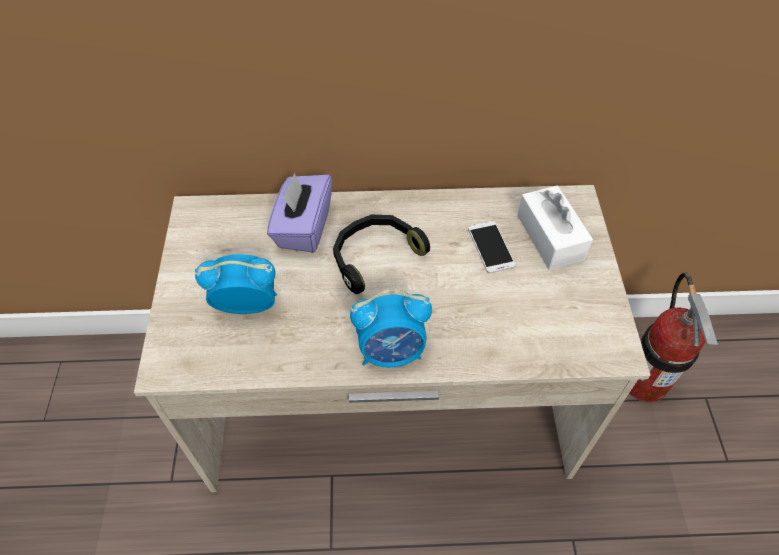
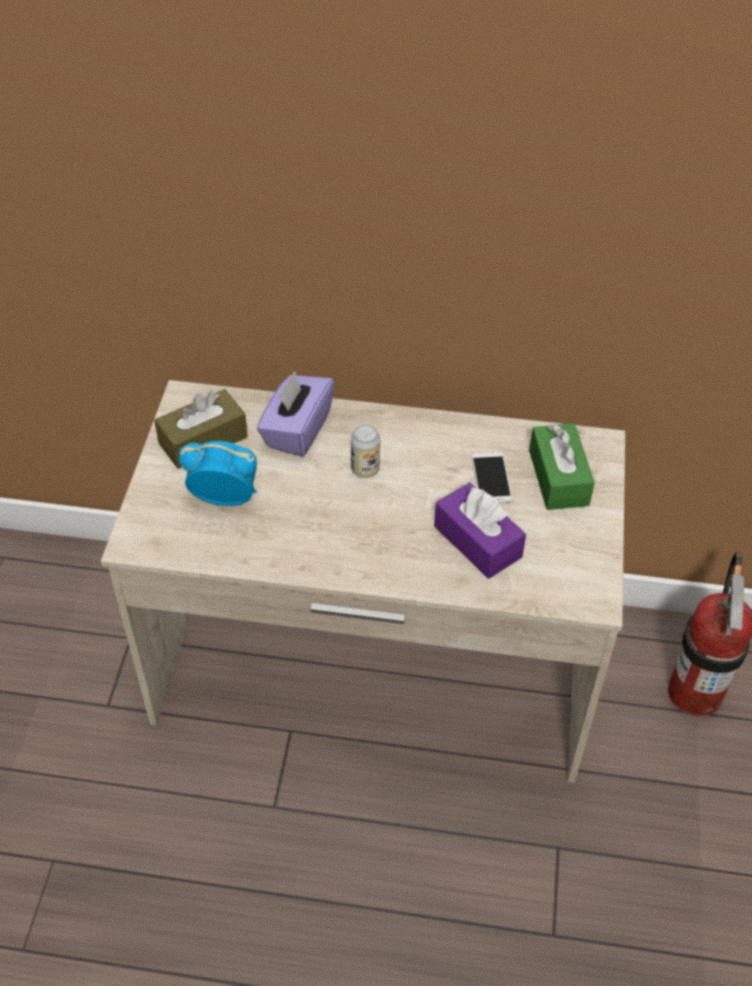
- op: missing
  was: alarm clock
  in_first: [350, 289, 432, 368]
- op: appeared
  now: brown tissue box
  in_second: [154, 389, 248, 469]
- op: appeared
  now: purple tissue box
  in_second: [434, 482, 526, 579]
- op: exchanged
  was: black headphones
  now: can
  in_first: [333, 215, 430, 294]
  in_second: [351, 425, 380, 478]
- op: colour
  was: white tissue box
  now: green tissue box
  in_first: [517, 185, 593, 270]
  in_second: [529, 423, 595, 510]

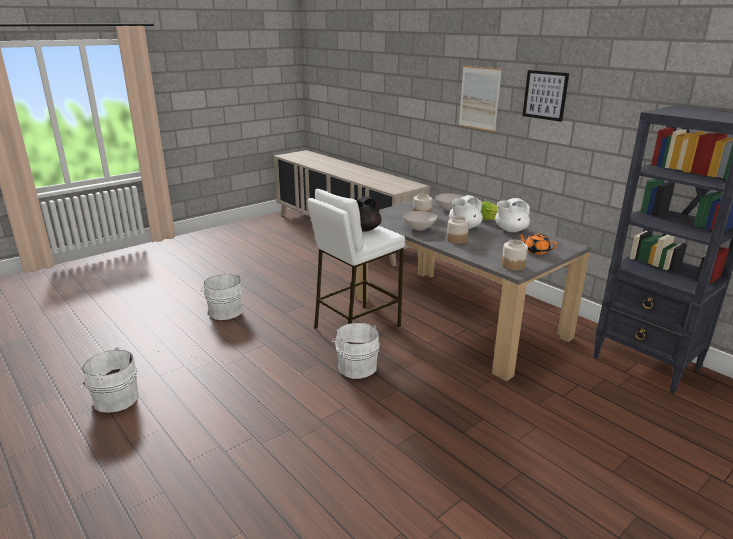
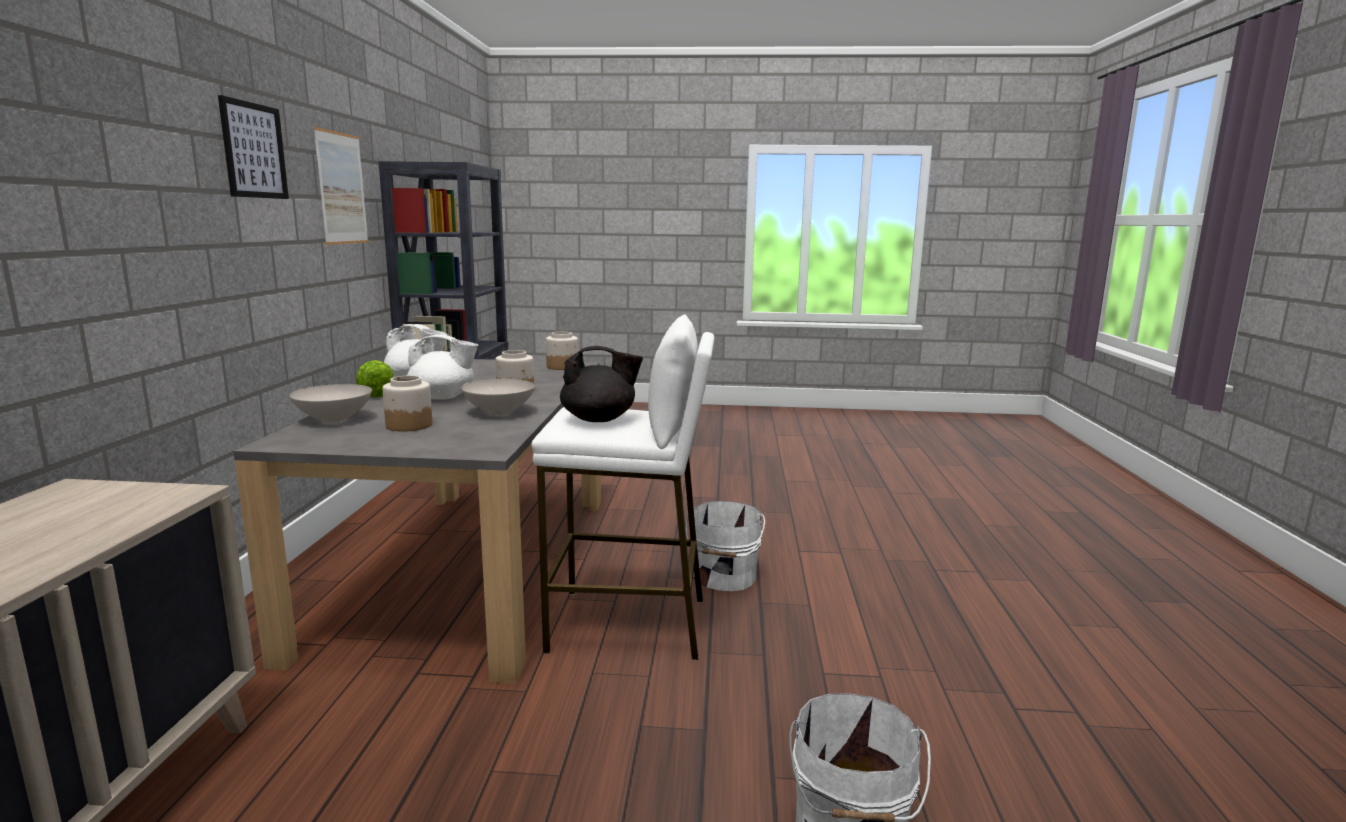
- op: missing
  was: white bucket
  in_first: [81, 347, 139, 413]
- op: missing
  was: orange teapot
  in_first: [518, 233, 557, 255]
- op: relocated
  was: picture
  in_first: [459, 66, 502, 132]
  in_second: [313, 127, 369, 245]

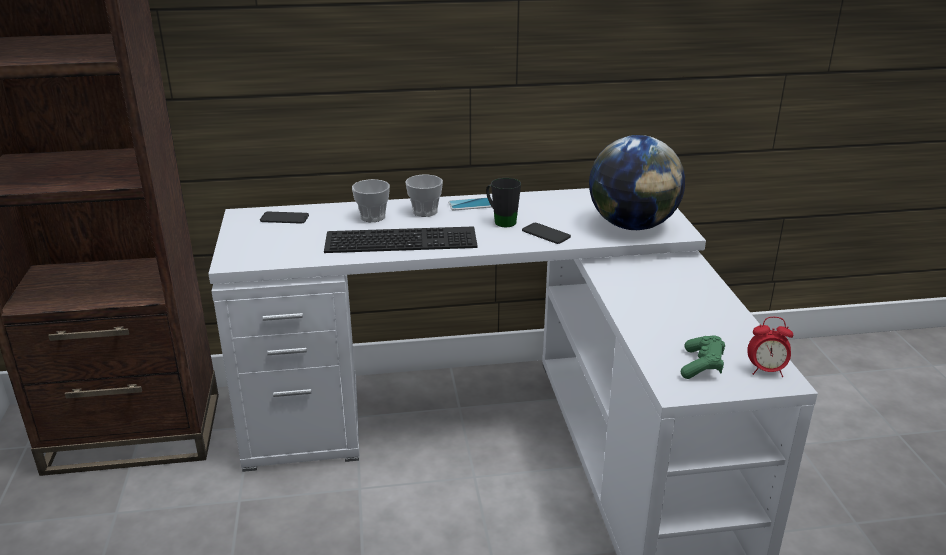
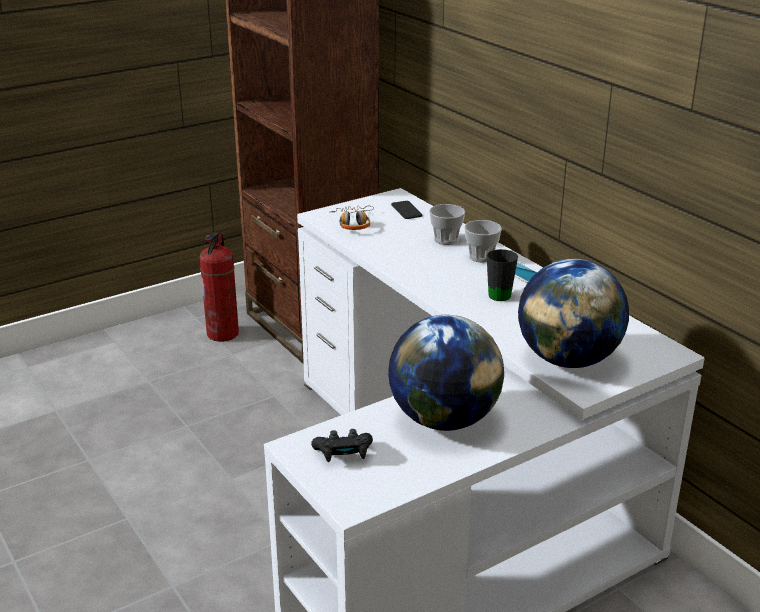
- op: missing
  was: keyboard
  in_first: [324, 226, 478, 253]
- op: missing
  was: phone
  in_first: [522, 223, 571, 244]
- op: missing
  was: alarm clock
  in_first: [747, 317, 793, 377]
- op: appeared
  now: fire extinguisher
  in_second: [200, 233, 239, 342]
- op: appeared
  now: headphones
  in_second: [332, 206, 374, 230]
- op: appeared
  now: globe
  in_second: [388, 315, 504, 431]
- op: colour
  was: green game controller
  now: black game controller
  in_first: [681, 335, 725, 379]
  in_second: [311, 429, 373, 462]

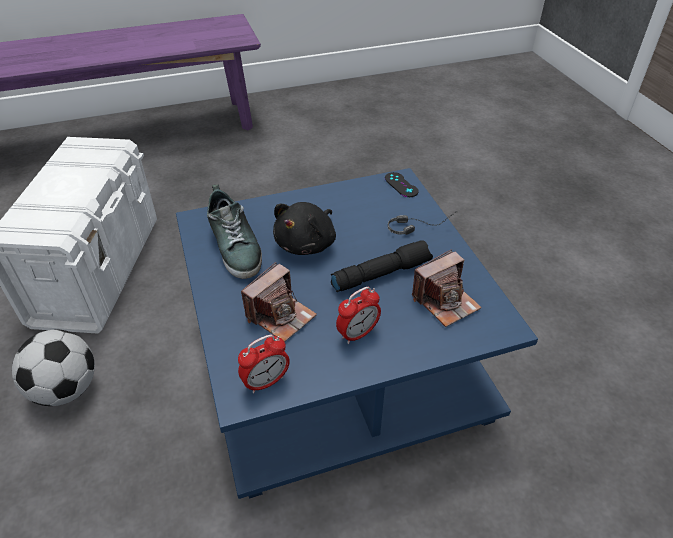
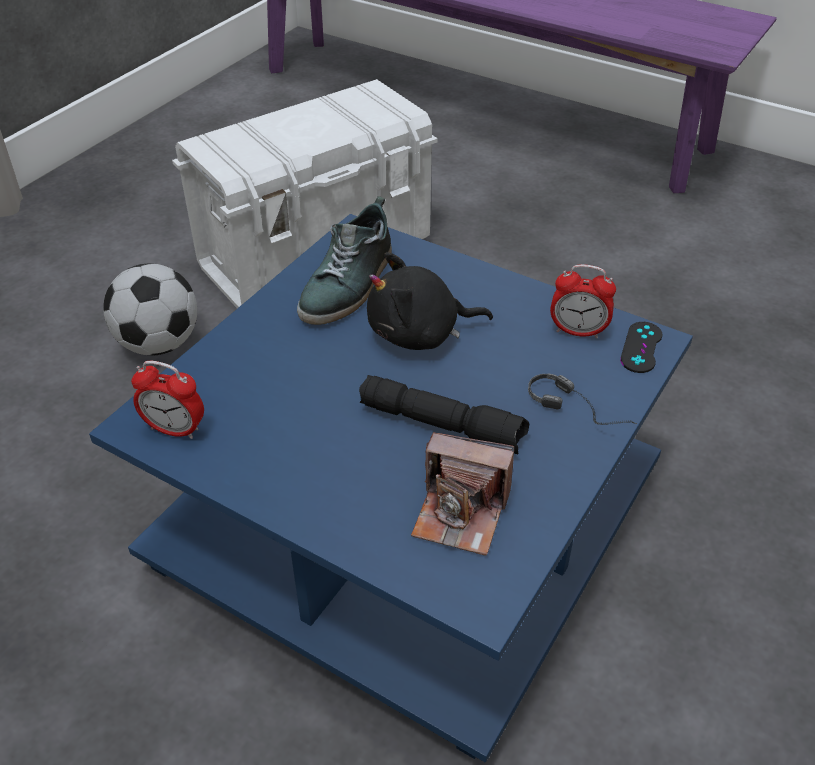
- op: missing
  was: photo camera
  in_first: [241, 262, 317, 342]
- op: relocated
  was: alarm clock
  in_first: [336, 287, 381, 344]
  in_second: [550, 264, 616, 338]

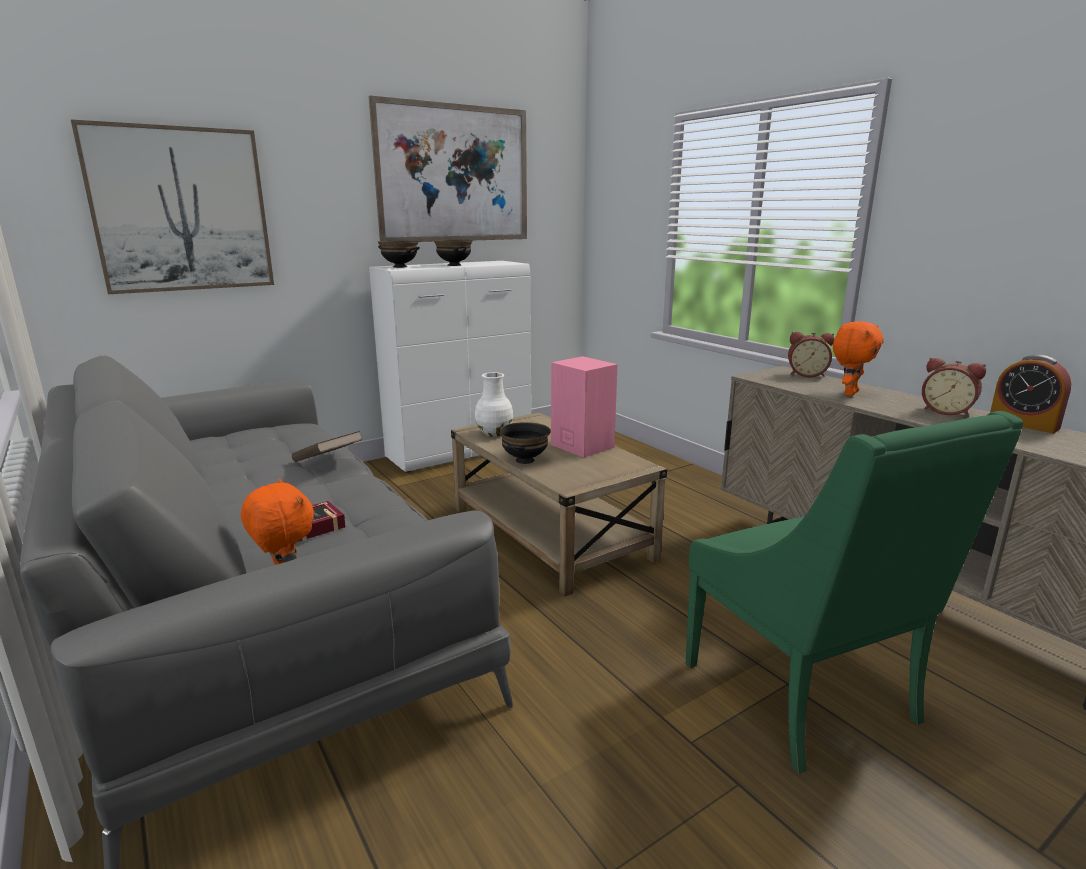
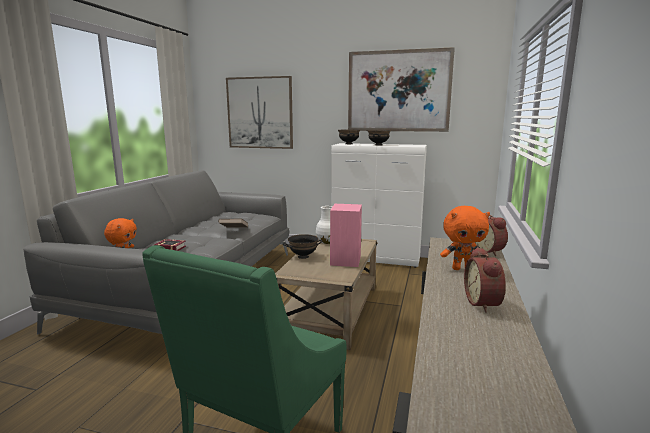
- op: missing
  was: alarm clock
  in_first: [990, 355, 1071, 433]

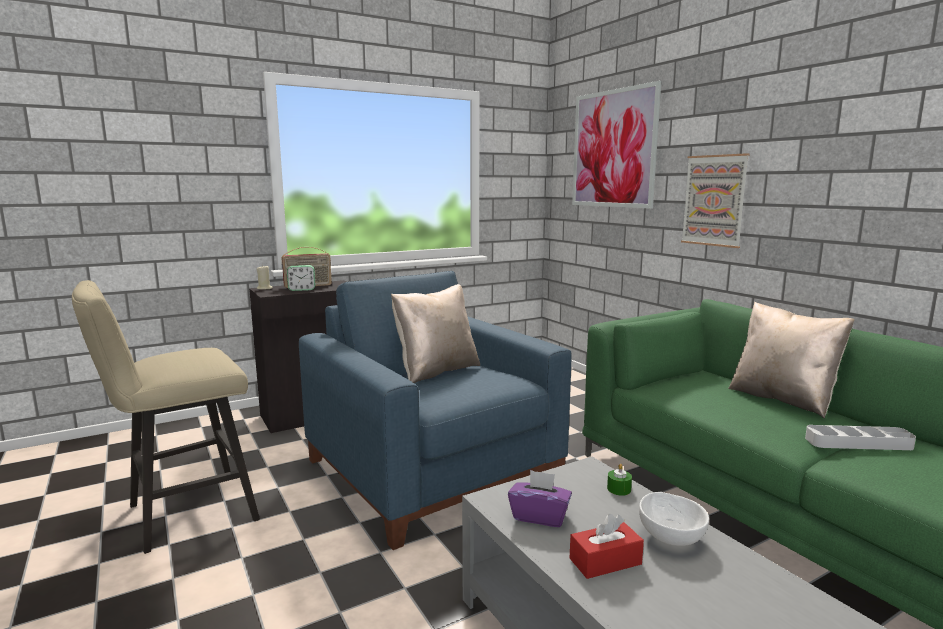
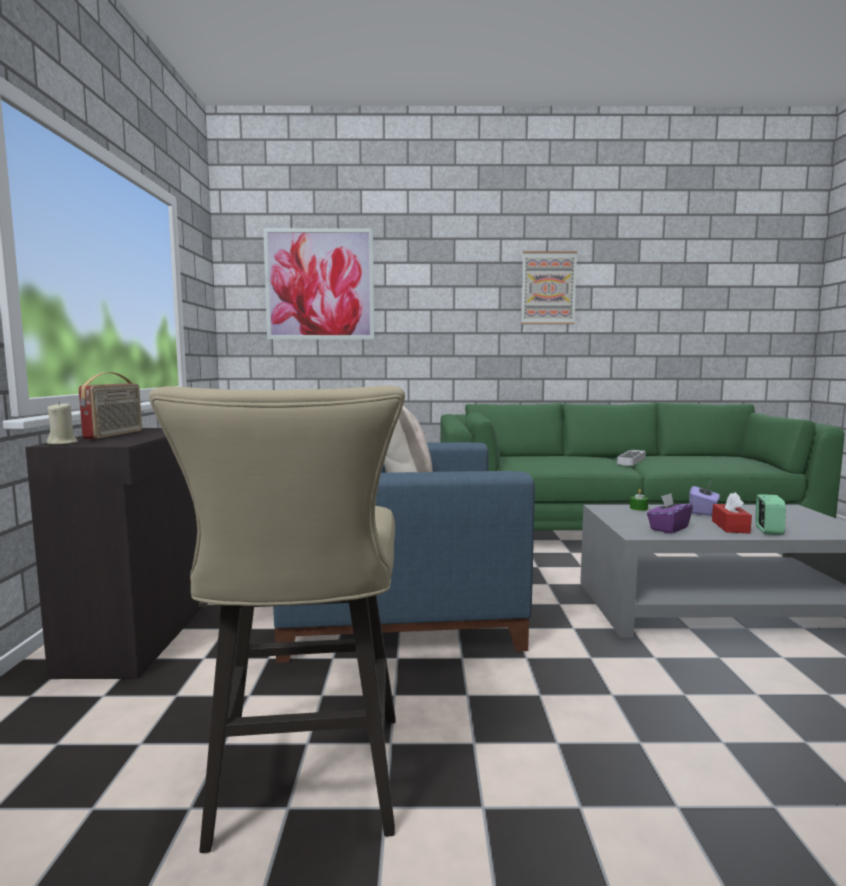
- op: missing
  was: beige pillow
  in_first: [729, 302, 855, 418]
- op: relocated
  was: alarm clock
  in_first: [287, 265, 315, 291]
  in_second: [755, 495, 786, 535]
- op: relocated
  was: picture
  in_first: [681, 153, 750, 248]
  in_second: [521, 251, 577, 324]
- op: exchanged
  was: white bowl
  now: purple tissue box
  in_first: [639, 492, 709, 546]
  in_second: [689, 482, 720, 516]

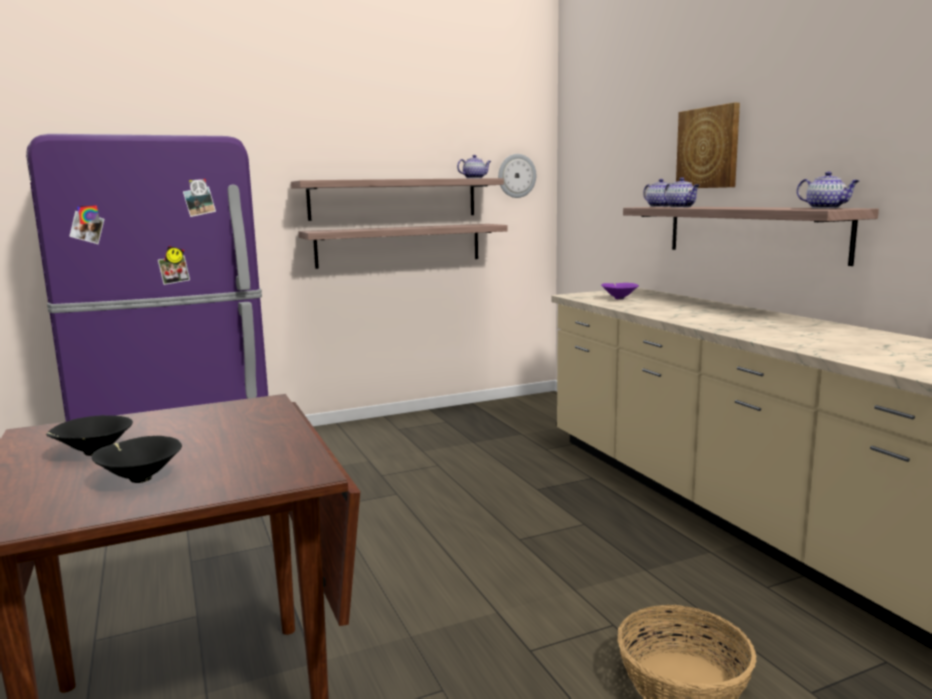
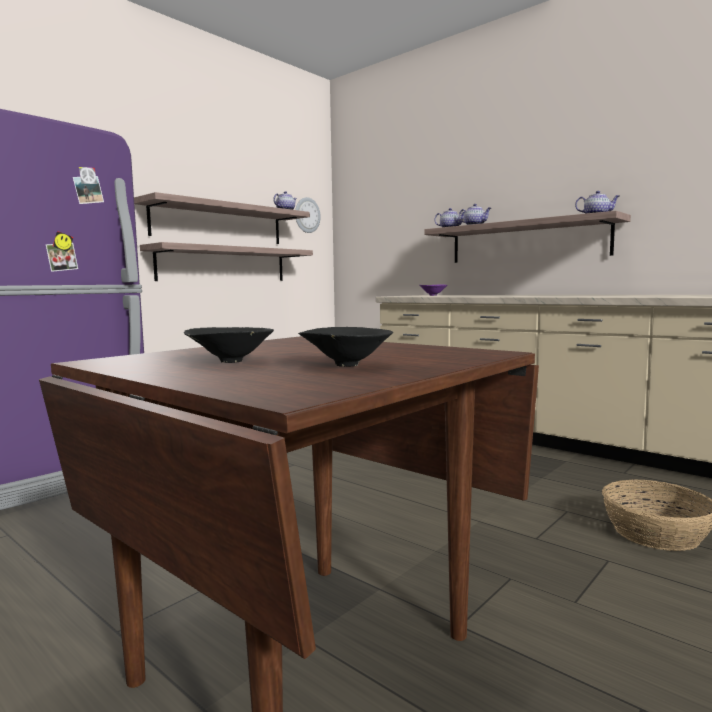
- op: missing
  was: picture
  in_first: [676, 103, 740, 188]

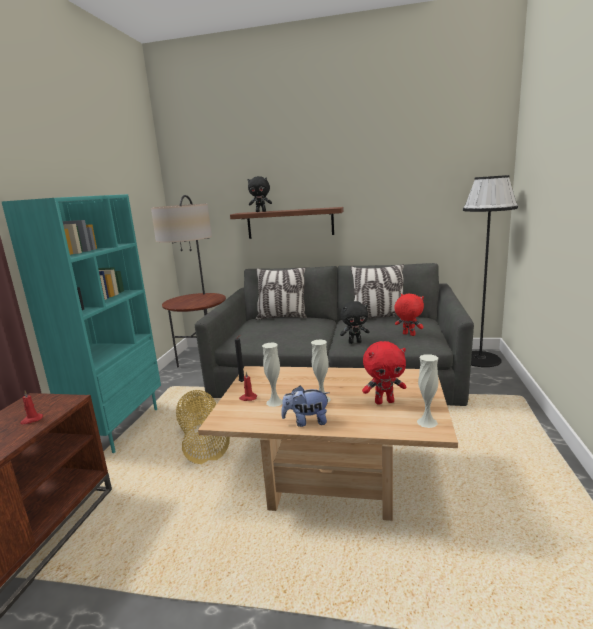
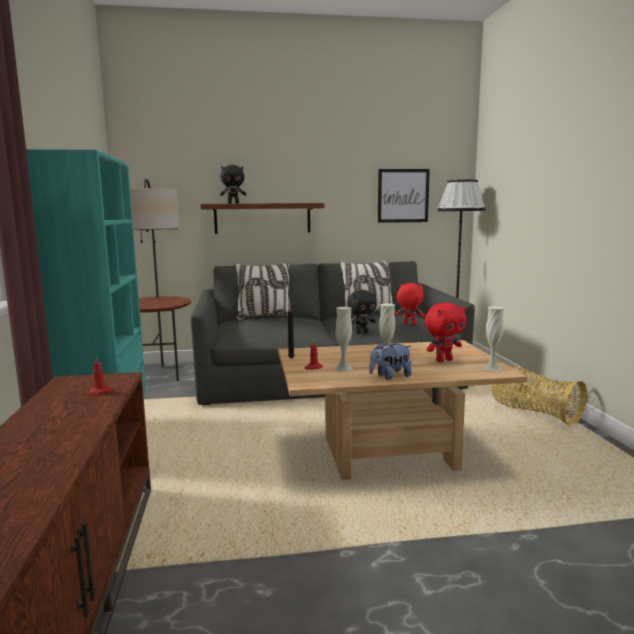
- op: appeared
  now: picture
  in_second: [378, 169, 430, 223]
- op: relocated
  was: basket
  in_first: [176, 390, 230, 464]
  in_second: [492, 366, 587, 426]

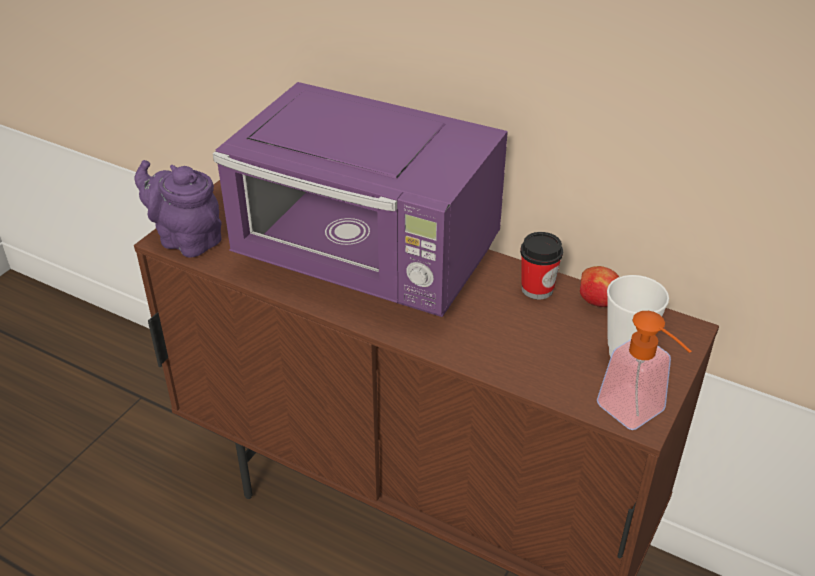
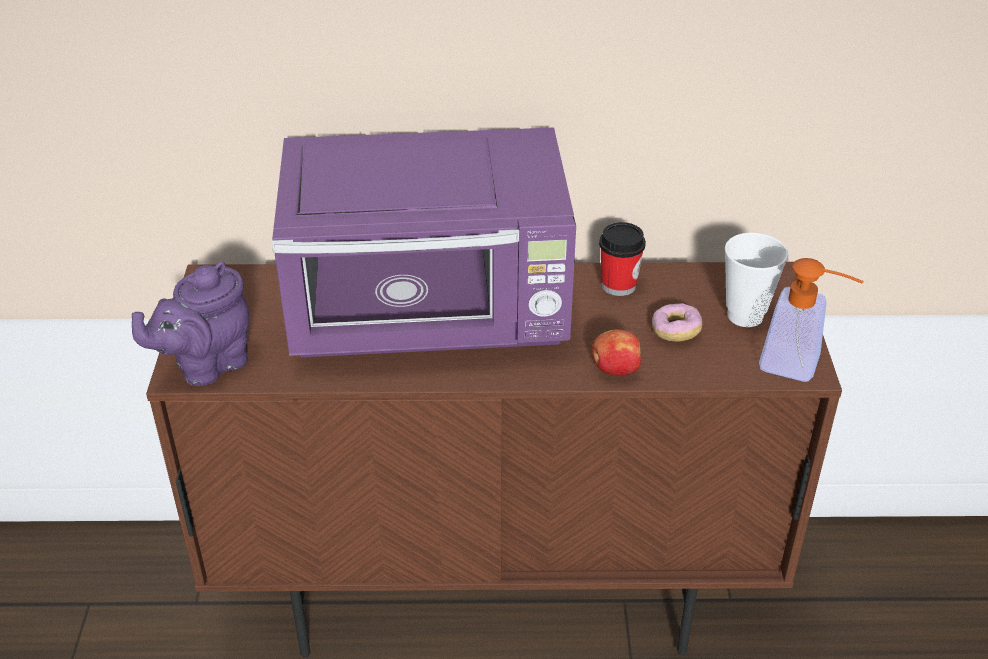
- op: appeared
  now: donut
  in_second: [652, 303, 702, 341]
- op: relocated
  was: apple
  in_first: [580, 266, 619, 307]
  in_second: [592, 329, 641, 376]
- op: spun
  was: purple teapot
  in_first: [134, 160, 222, 257]
  in_second: [132, 261, 249, 386]
  clockwise: -45

